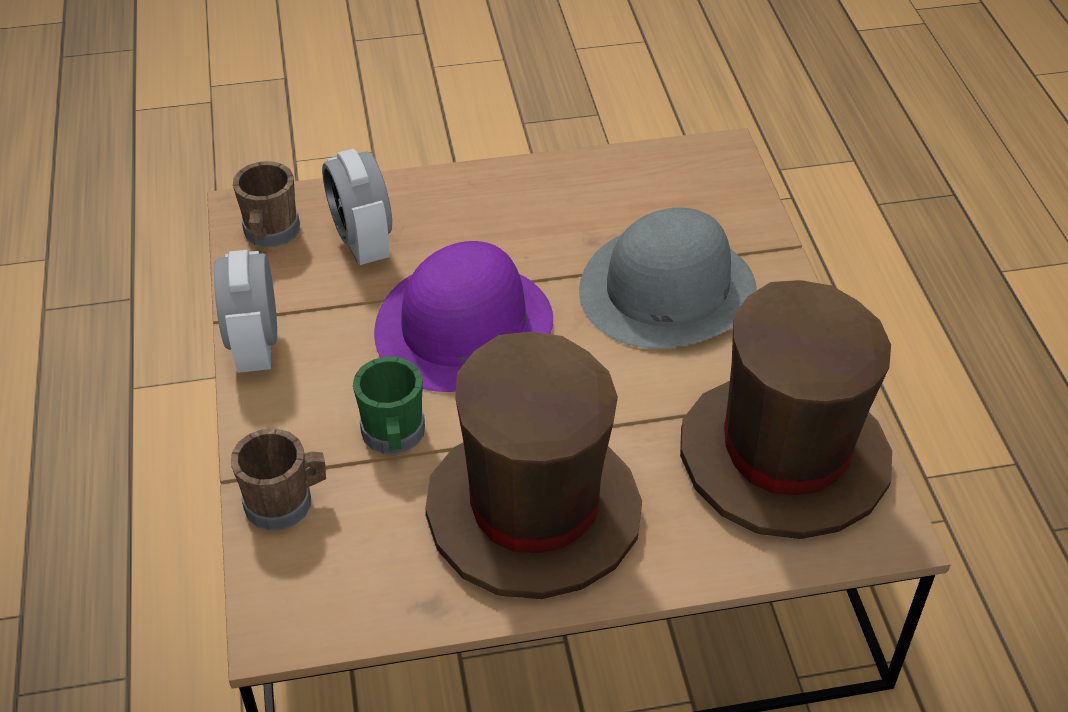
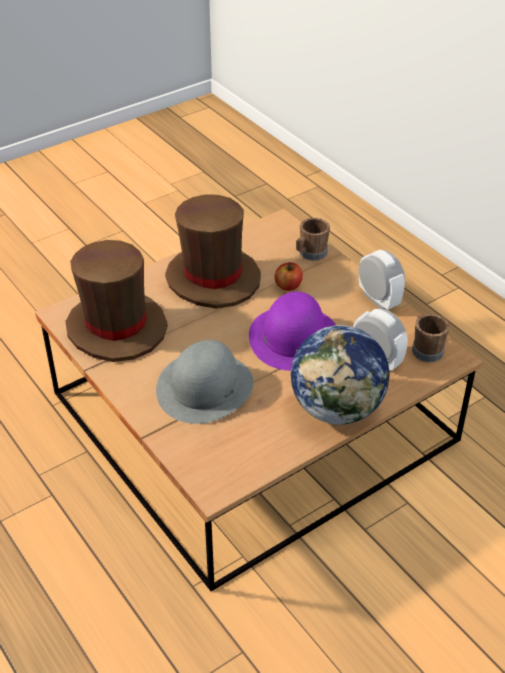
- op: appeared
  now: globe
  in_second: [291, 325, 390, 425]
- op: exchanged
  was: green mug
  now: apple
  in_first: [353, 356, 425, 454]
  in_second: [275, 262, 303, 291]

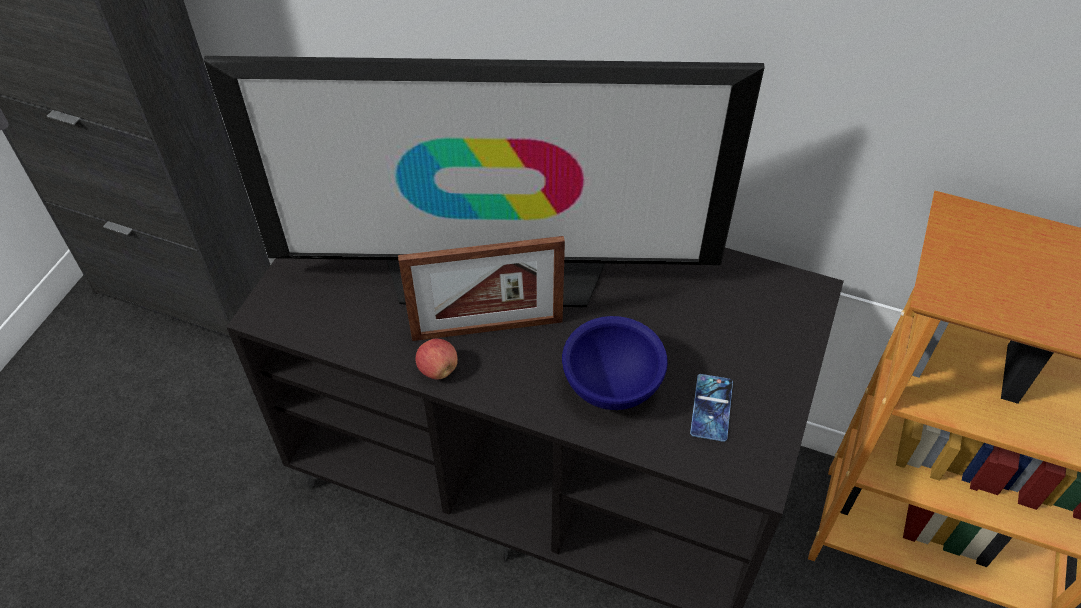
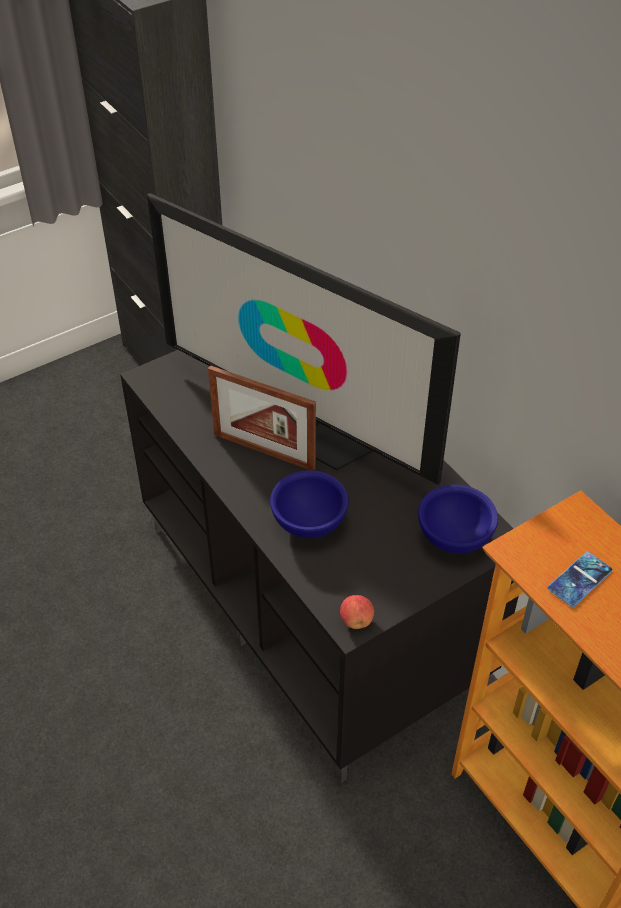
- op: appeared
  now: blue bowl
  in_second: [418, 484, 498, 554]
- op: relocated
  was: apple
  in_first: [416, 339, 458, 379]
  in_second: [340, 595, 374, 629]
- op: relocated
  was: phone
  in_first: [690, 374, 733, 442]
  in_second: [548, 552, 613, 607]

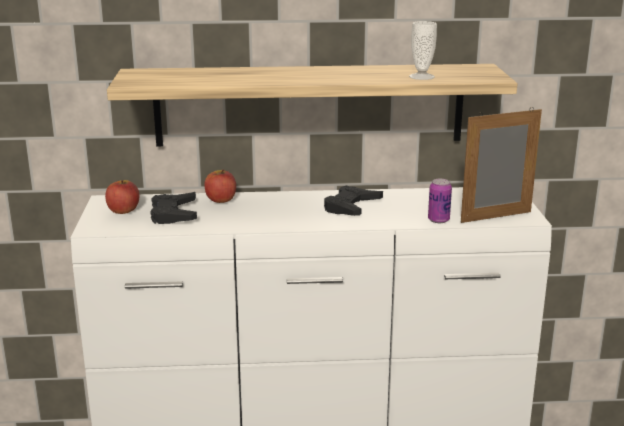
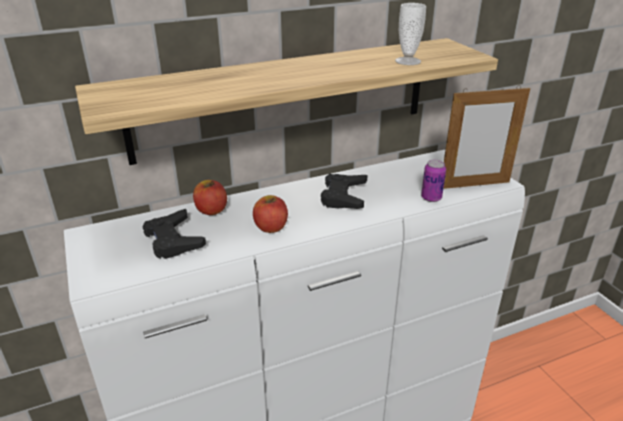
- op: relocated
  was: apple
  in_first: [105, 180, 140, 214]
  in_second: [253, 195, 288, 233]
- op: spun
  was: picture frame
  in_first: [461, 108, 542, 223]
  in_second: [444, 85, 530, 189]
  clockwise: -150

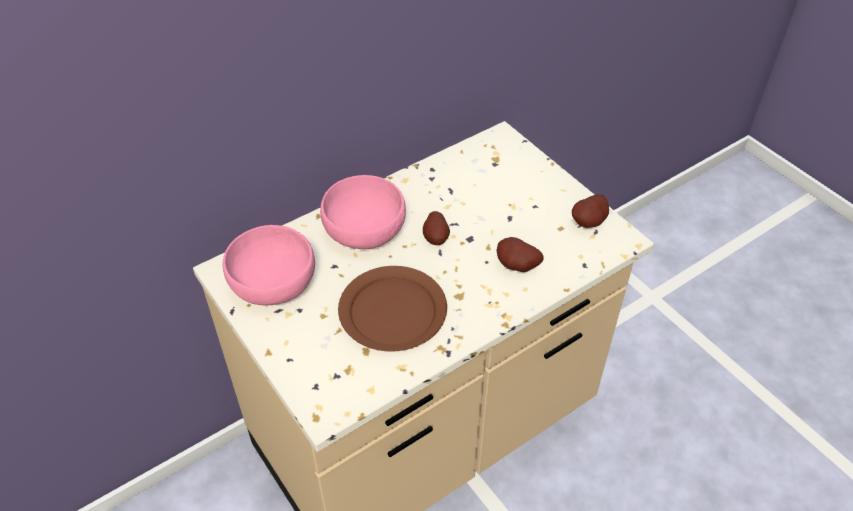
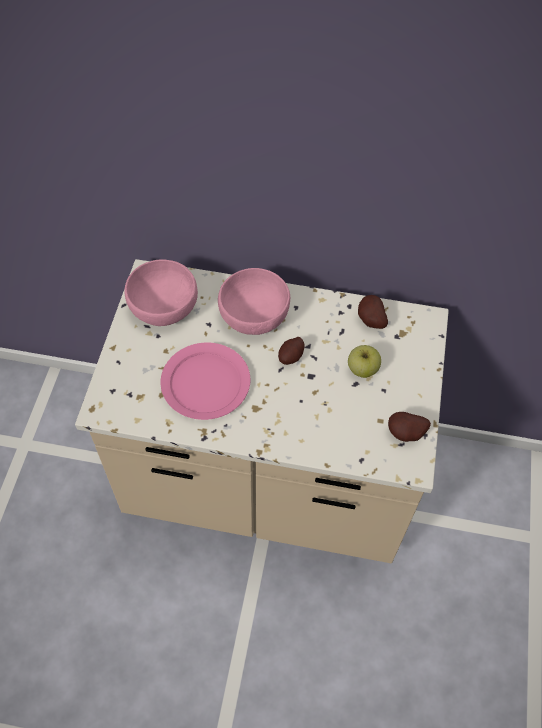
- op: appeared
  now: apple
  in_second: [348, 345, 381, 378]
- op: relocated
  was: potato
  in_first: [497, 237, 544, 272]
  in_second: [358, 295, 388, 329]
- op: colour
  was: brown plate
  now: pink plate
  in_first: [338, 266, 447, 352]
  in_second: [161, 343, 251, 420]

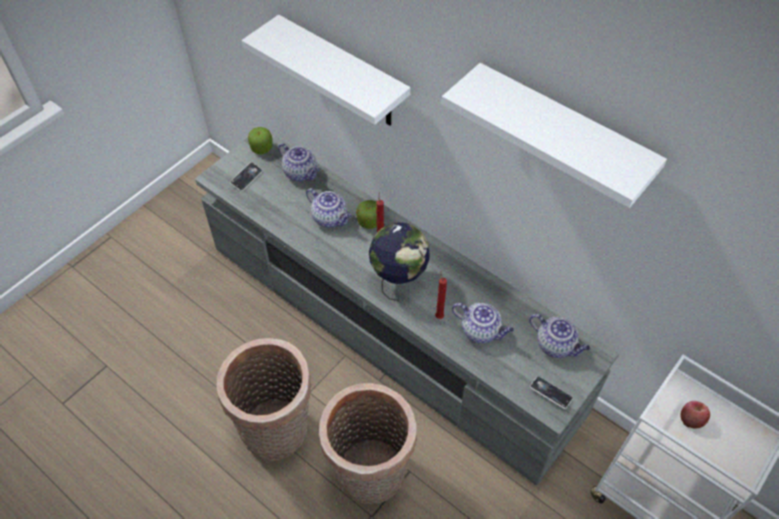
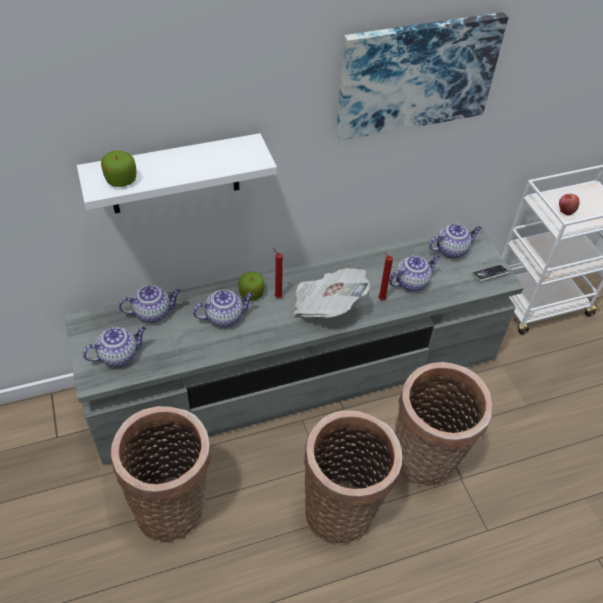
- op: appeared
  now: basket
  in_second: [110, 406, 211, 542]
- op: relocated
  was: apple
  in_first: [248, 127, 273, 154]
  in_second: [101, 150, 137, 187]
- op: exchanged
  was: phone
  now: teapot
  in_first: [230, 162, 263, 191]
  in_second: [83, 327, 146, 367]
- op: exchanged
  was: globe
  now: newspaper
  in_first: [369, 222, 430, 301]
  in_second: [293, 268, 370, 318]
- op: exchanged
  was: white shelf
  now: picture
  in_first: [442, 63, 667, 208]
  in_second: [336, 12, 508, 141]

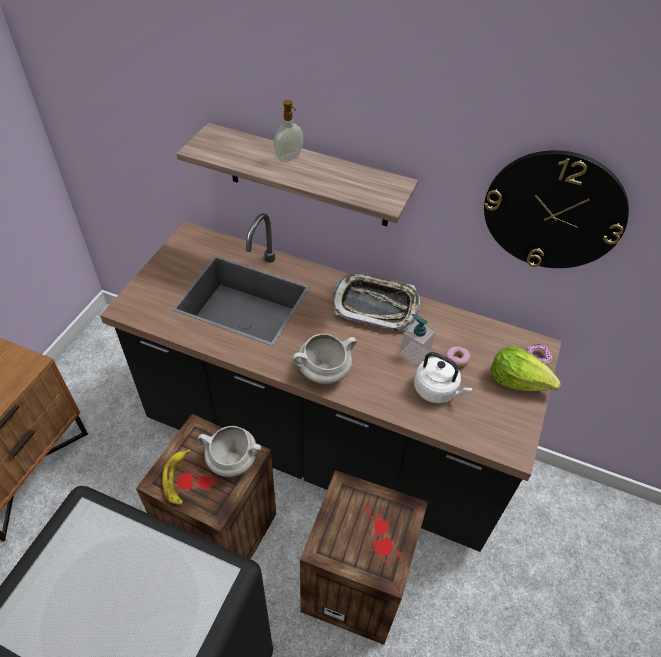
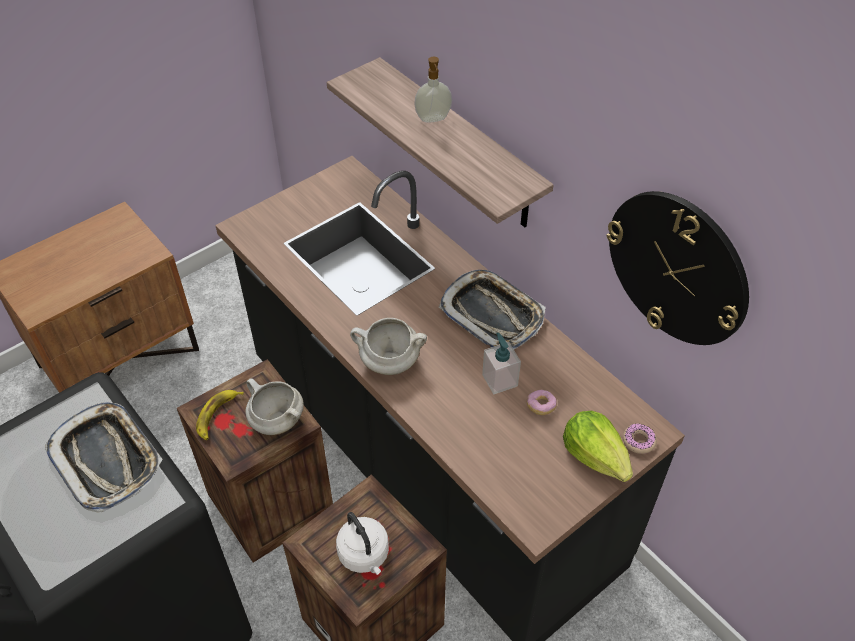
- op: appeared
  now: tray
  in_second: [45, 402, 162, 513]
- op: relocated
  was: white kettle
  in_first: [414, 352, 472, 403]
  in_second: [336, 512, 389, 575]

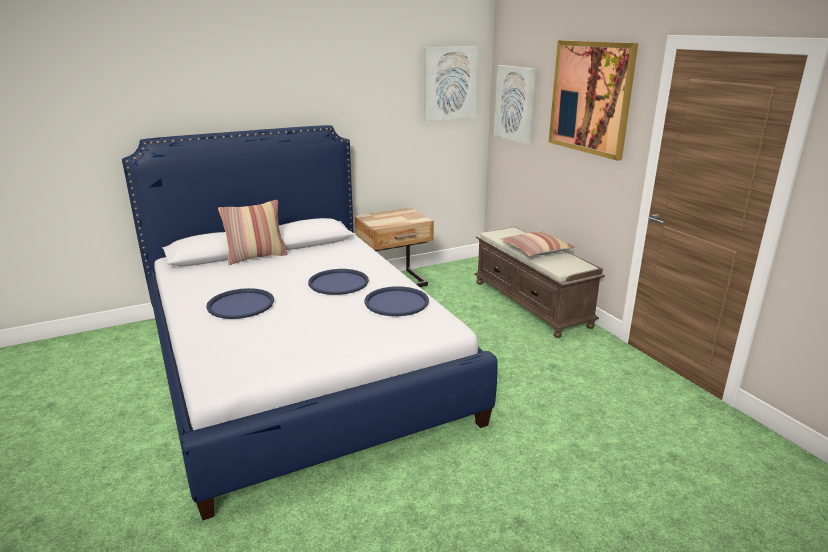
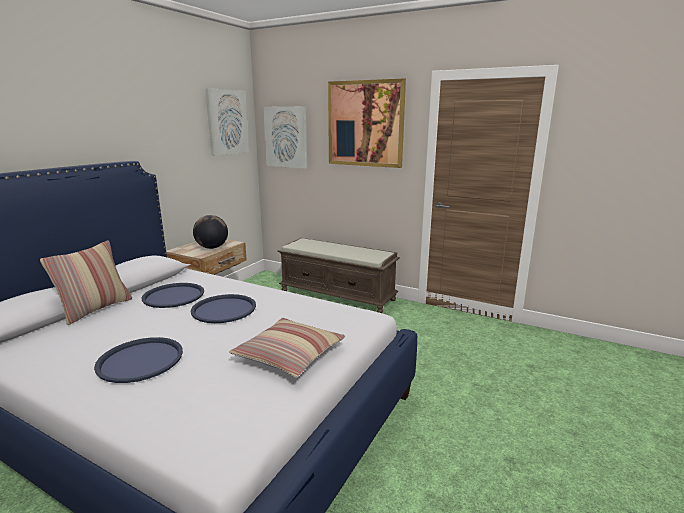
- op: appeared
  now: globe
  in_second: [193, 215, 228, 249]
- op: relocated
  was: blue tray
  in_first: [365, 286, 429, 316]
  in_second: [141, 283, 204, 308]
- op: relocated
  was: pillow
  in_first: [501, 231, 575, 256]
  in_second: [229, 318, 345, 378]

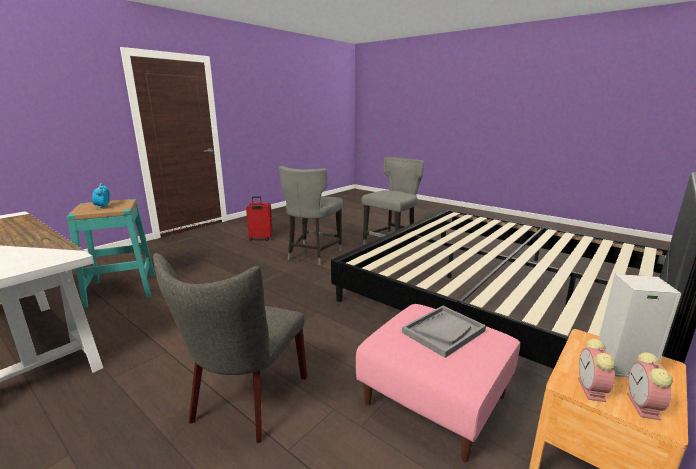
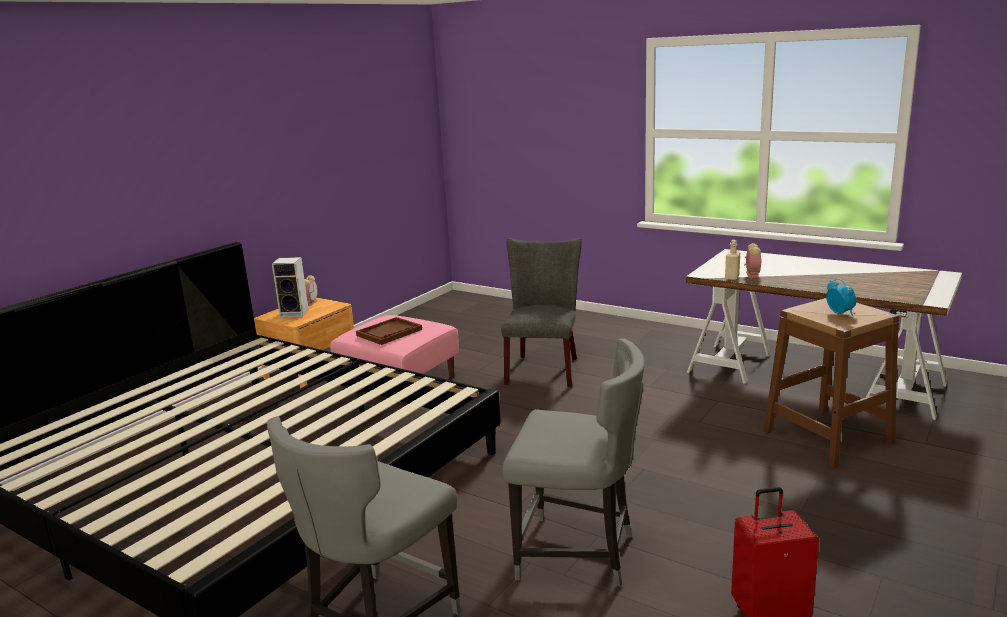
- op: appeared
  now: beige bottle
  in_second: [725, 240, 740, 280]
- op: relocated
  was: alarm clock
  in_first: [578, 339, 616, 402]
  in_second: [744, 243, 761, 278]
- op: colour
  was: turquoise stool
  now: brown stool
  in_first: [67, 199, 155, 308]
  in_second: [763, 298, 899, 468]
- op: colour
  was: grey tray
  now: brown tray
  in_first: [402, 306, 486, 358]
  in_second: [356, 317, 422, 345]
- op: spun
  was: grey chair
  in_first: [279, 166, 344, 265]
  in_second: [502, 338, 645, 587]
  clockwise: 90

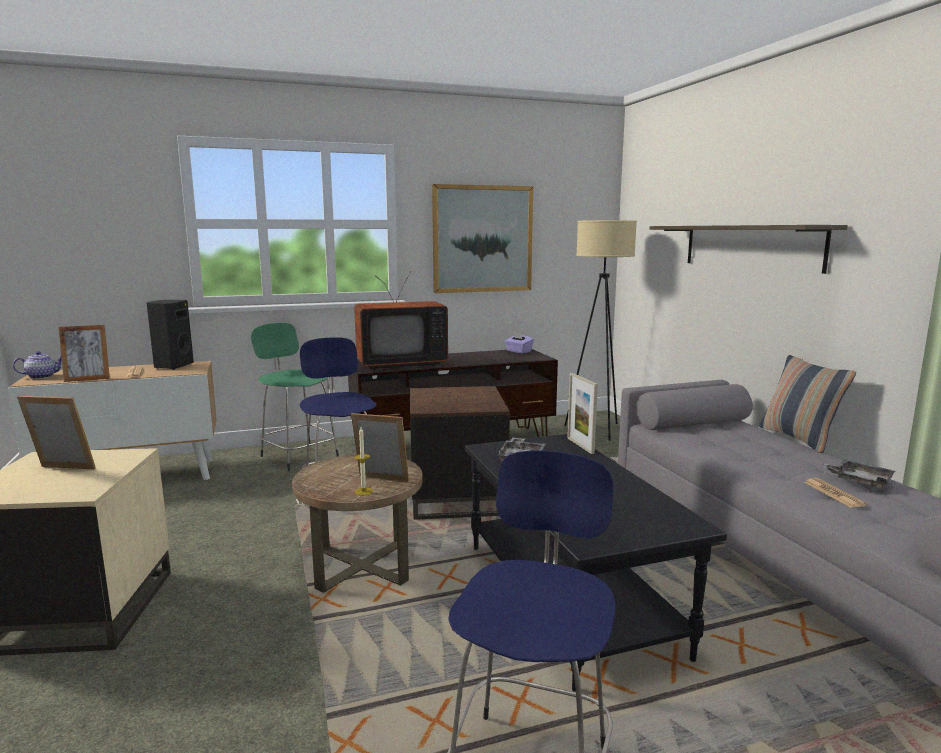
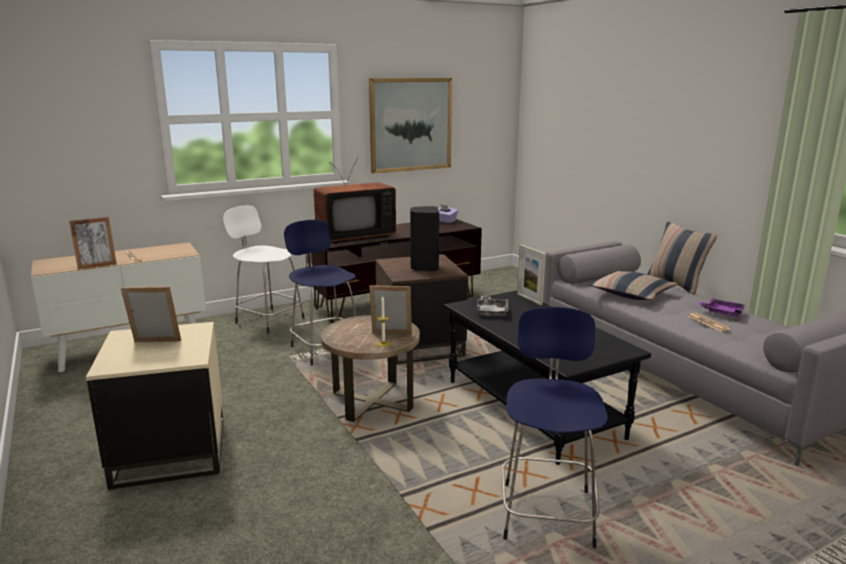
- op: missing
  was: teapot
  in_first: [13, 351, 62, 379]
- op: missing
  was: beige floor lamp
  in_first: [564, 220, 637, 441]
- op: missing
  was: shelf
  in_first: [650, 225, 848, 274]
- op: appeared
  now: pillow
  in_second: [588, 271, 677, 300]
- op: relocated
  was: black speaker
  in_first: [146, 300, 194, 370]
  in_second: [410, 206, 440, 271]
- op: colour
  was: green stool
  now: white stool
  in_first: [251, 323, 339, 471]
  in_second: [223, 205, 305, 334]
- op: colour
  was: grey tray
  now: purple tray
  in_first: [821, 459, 895, 489]
  in_second: [698, 298, 745, 317]

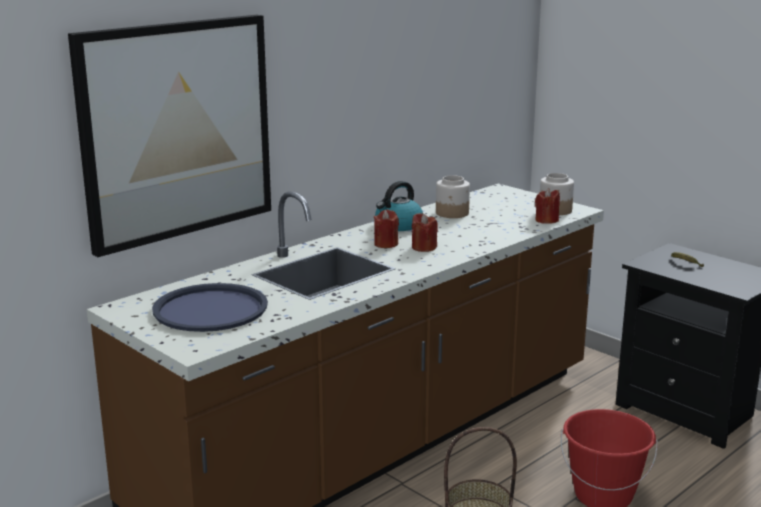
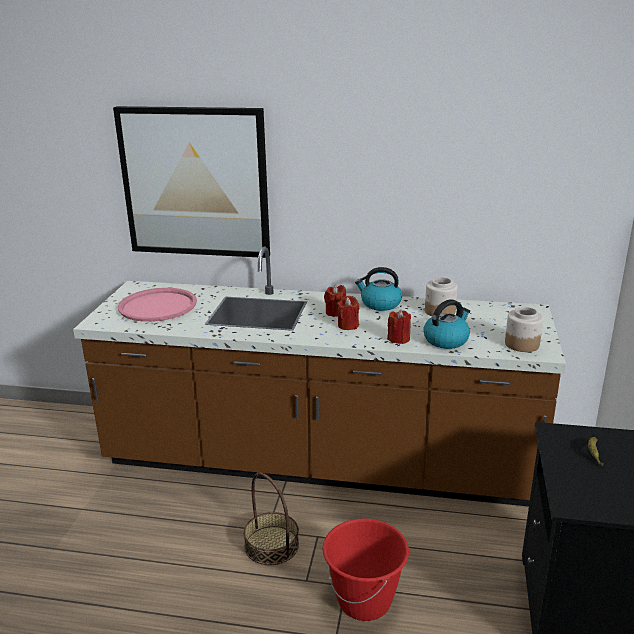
- op: appeared
  now: kettle
  in_second: [423, 299, 470, 349]
- op: relocated
  was: red candle
  in_first: [535, 188, 560, 224]
  in_second: [387, 310, 411, 344]
- op: colour
  was: blue tray
  now: pink tray
  in_first: [152, 283, 268, 332]
  in_second: [118, 288, 197, 322]

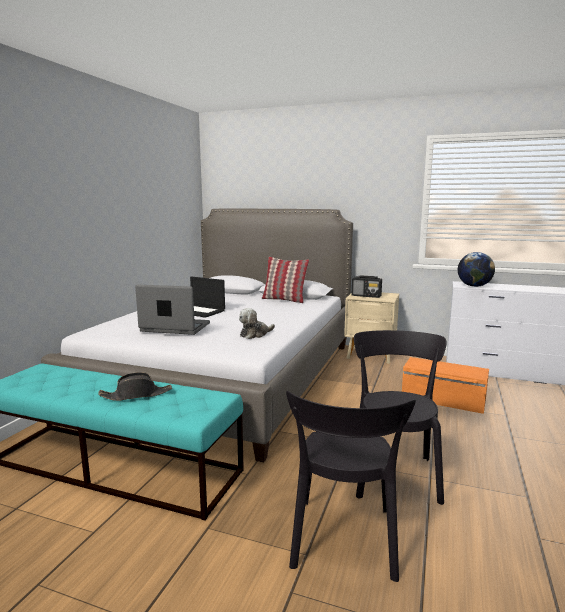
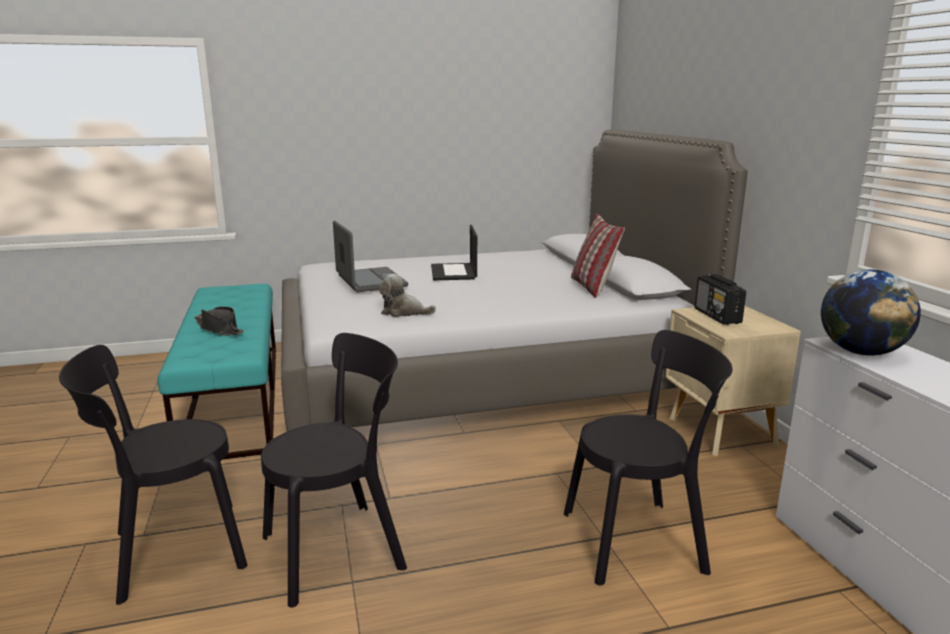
- op: exchanged
  was: orange storage box
  now: black chair
  in_first: [402, 357, 489, 414]
  in_second: [564, 330, 733, 585]

